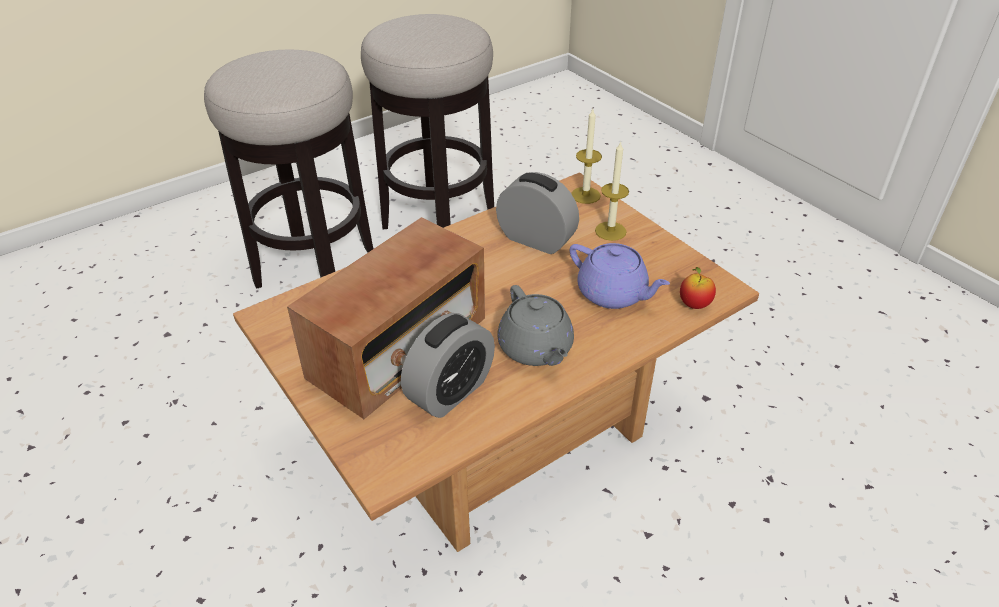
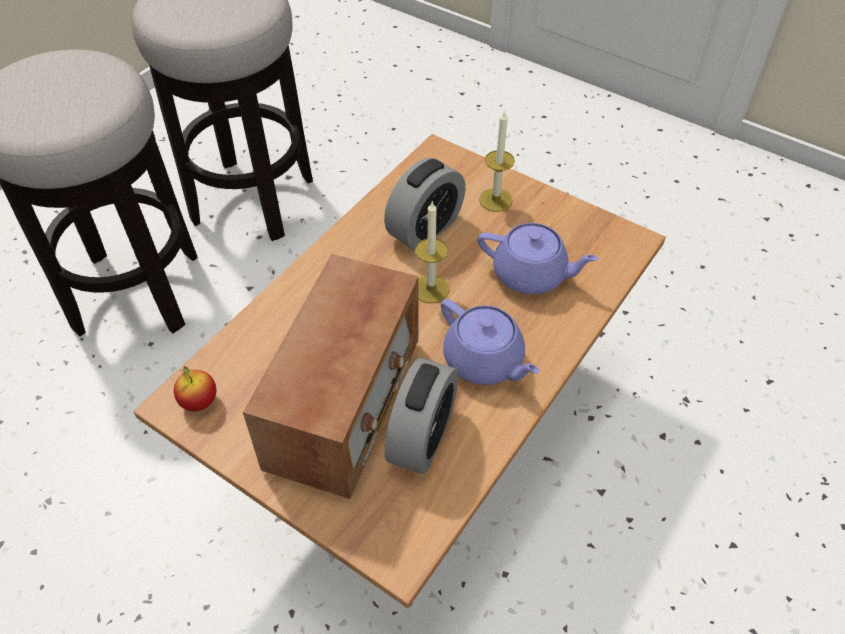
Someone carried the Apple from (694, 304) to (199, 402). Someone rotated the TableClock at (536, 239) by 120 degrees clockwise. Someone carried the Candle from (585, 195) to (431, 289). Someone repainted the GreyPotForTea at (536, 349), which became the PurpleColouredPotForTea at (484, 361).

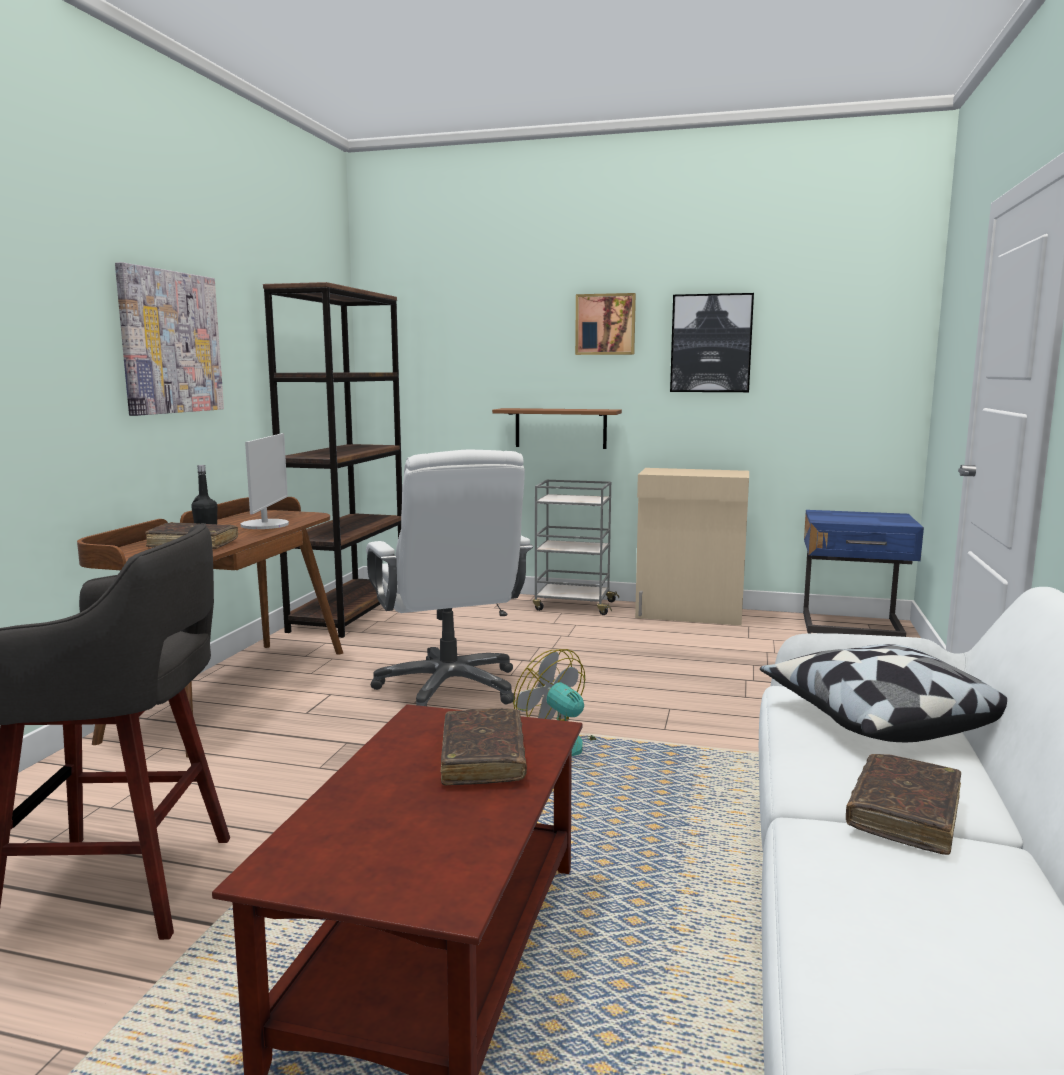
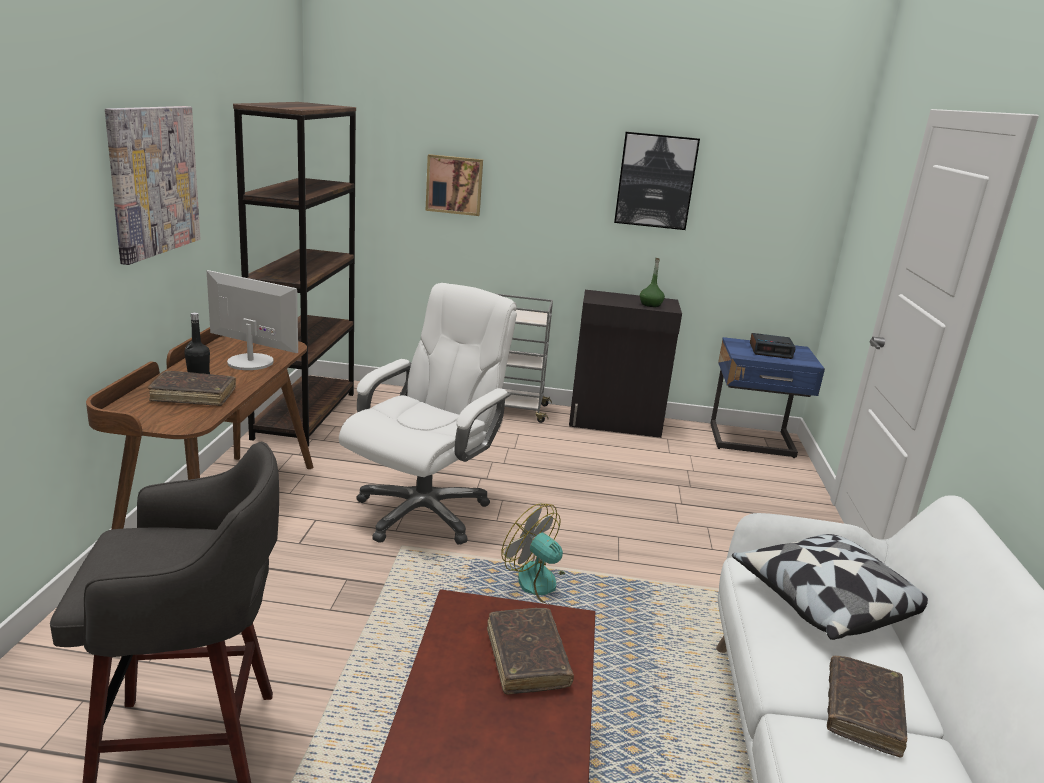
Someone rotated the ComputerScreen at (265, 525) by 60 degrees counterclockwise. Someone rotated the WhitishOfficeChair at (450, 688) by 120 degrees counterclockwise. Someone carried the WallPicture from (605, 324) to (454, 185). Someone repainted the BeigeCabinet at (690, 614), which became the BlackCabinet at (615, 423). Someone put down the GreenishBottle at (650, 304). Someone put down the TableClock at (771, 351). Someone took away the BrownishBracketShelf at (560, 428).

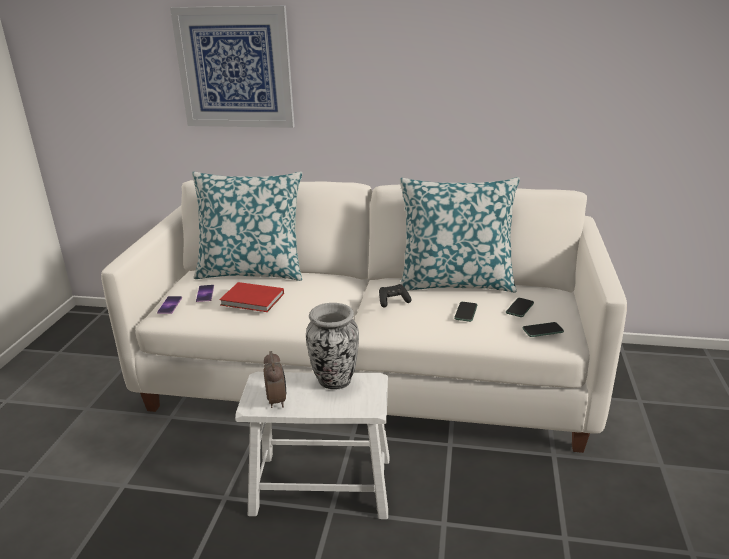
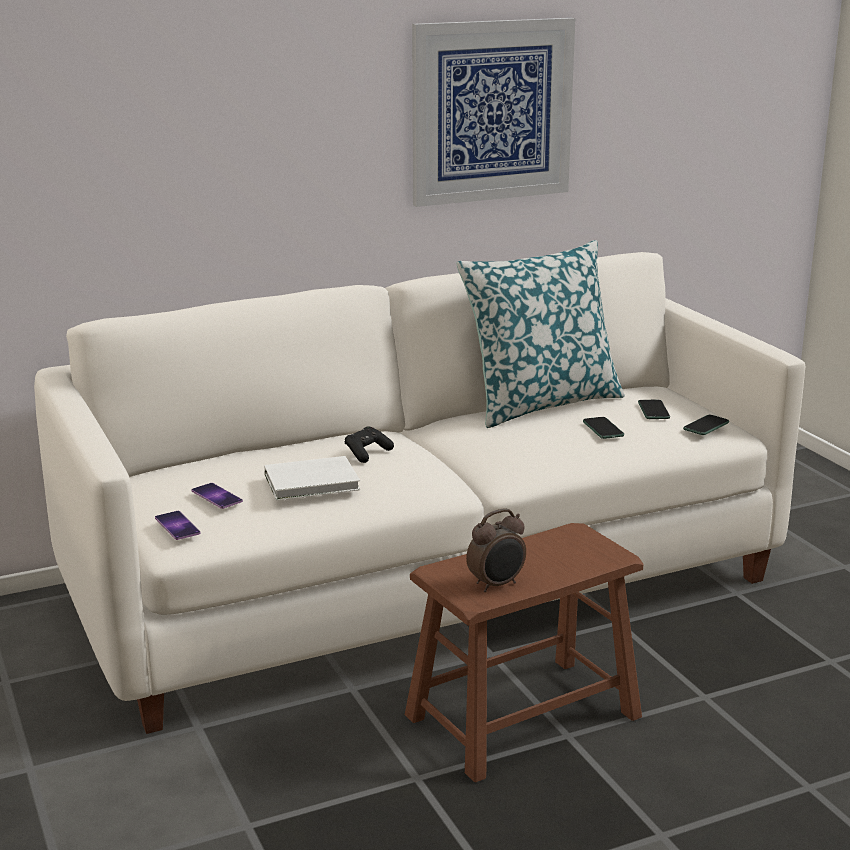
Someone repainted the ReddishBook at (253, 300), which became the WhitishBook at (314, 482). Someone carried the BlackGameController from (393, 301) to (367, 453). Someone repainted the WhitishStoolSeat at (322, 484), which became the BrownishStoolSeat at (522, 716). Someone carried the WallPicture from (235, 68) to (491, 111). Someone rotated the TableClock at (277, 400) by 105 degrees clockwise. Someone took away the Cushion at (252, 271). Someone took away the FlowerVase at (334, 382).

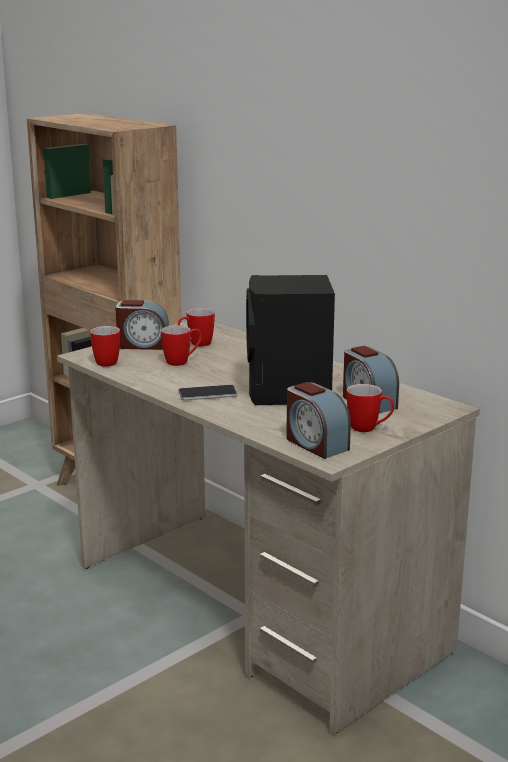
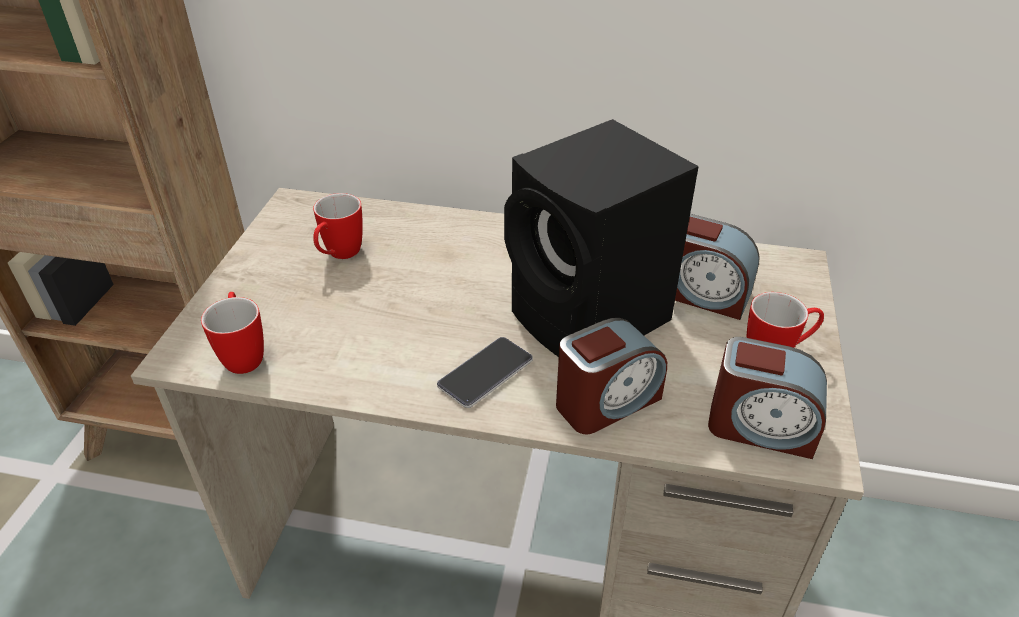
Someone carried the TableClock from (143, 345) to (607, 402). Someone took away the Mug at (182, 361).

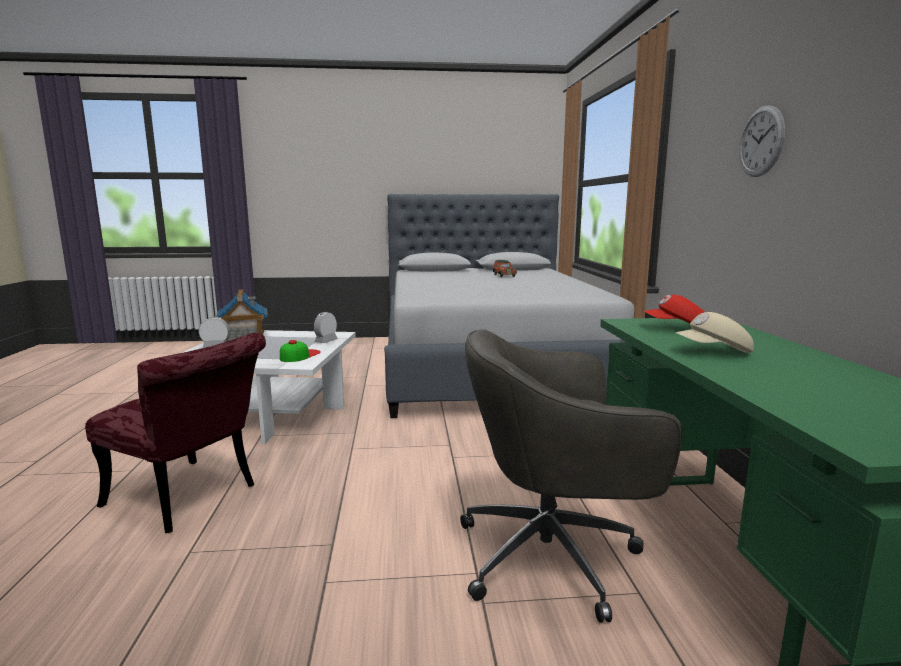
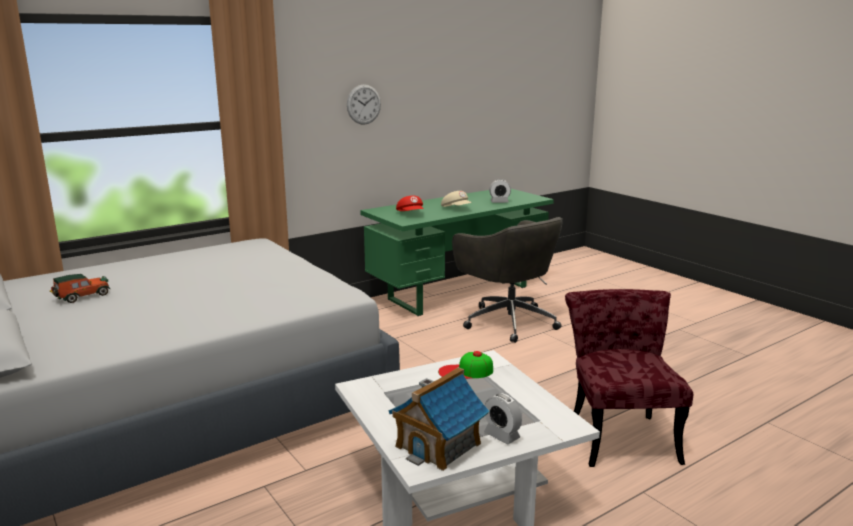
Someone carried the TableClock from (326, 341) to (499, 202).

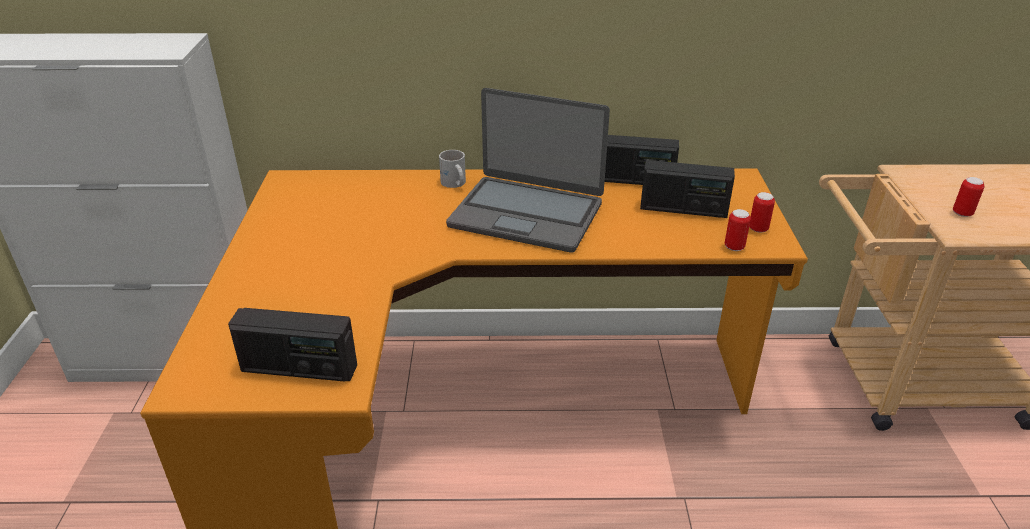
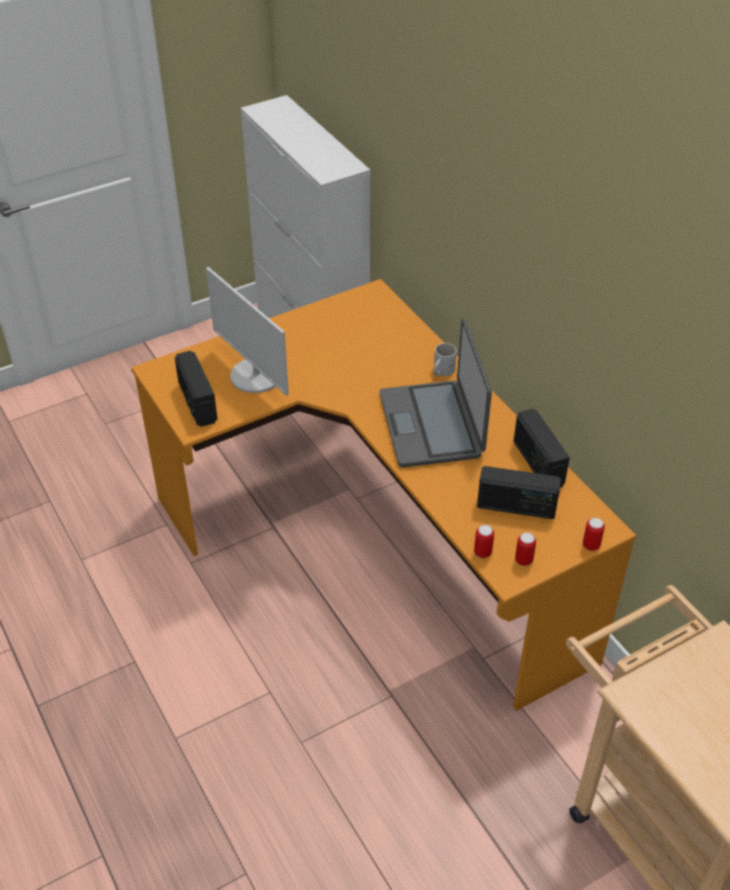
Someone put down the ComputerScreen at (256, 376). Someone rotated the RadioReceiver at (683, 209) by 60 degrees counterclockwise. Someone carried the Can from (962, 213) to (591, 545).

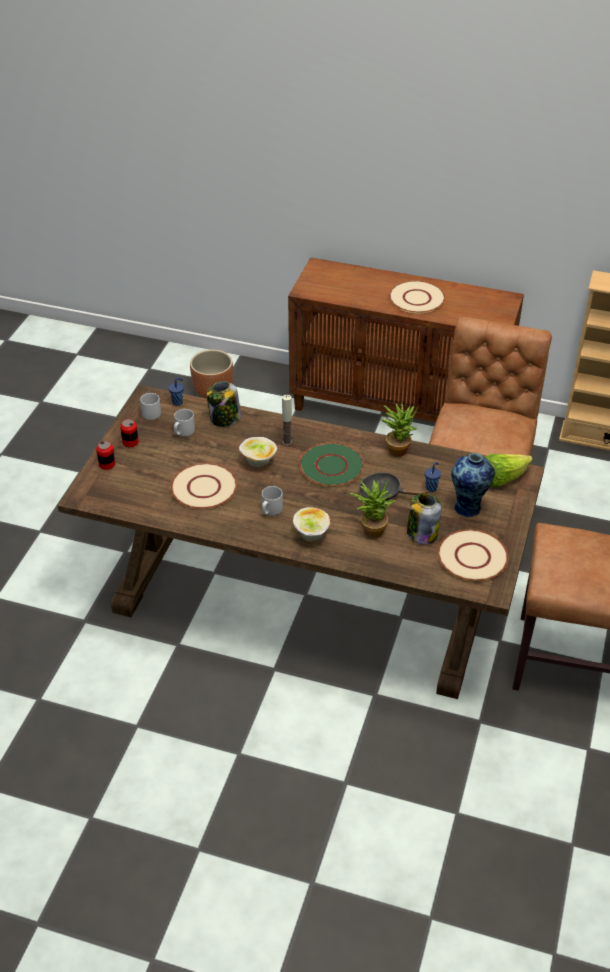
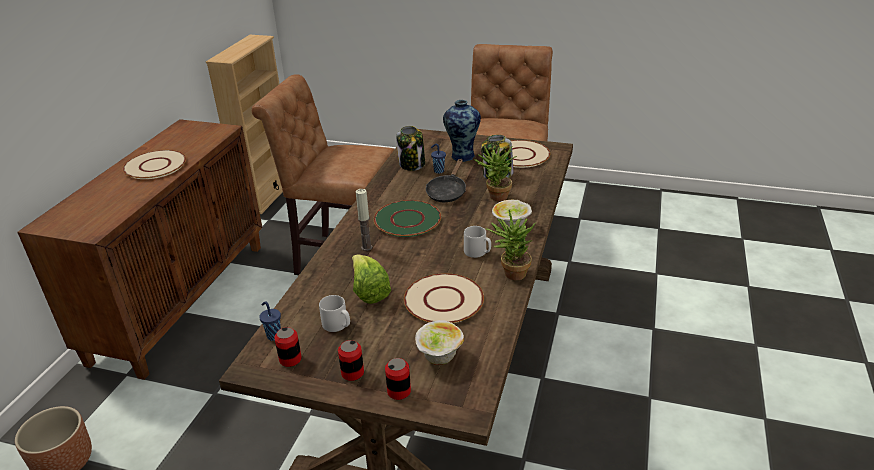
Someone swapped the GreyMug at (151, 413) for the Can at (290, 359). Someone carried the Lettuce from (502, 478) to (369, 292). Someone carried the Jar from (224, 419) to (412, 164). Someone carried the DeepDish from (258, 462) to (439, 358). Someone carried the PlantInAPot from (398, 448) to (510, 273).

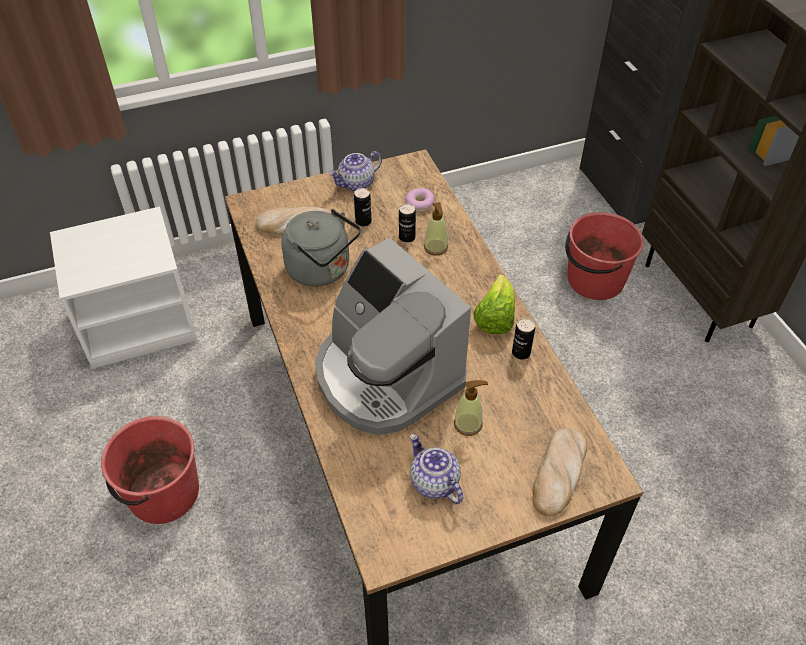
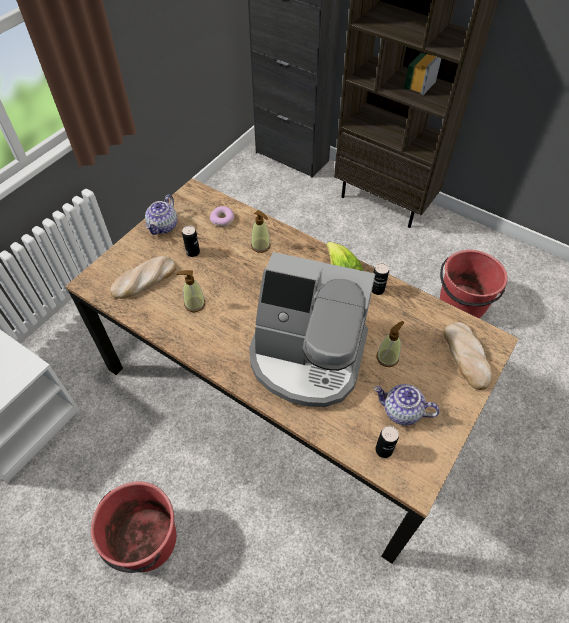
Someone swapped the GreyKettle at (322, 270) for the LiquidSoapBottle at (194, 304). Someone carried the Can from (407, 237) to (383, 450). Someone carried the ReddishBucket from (594, 280) to (462, 304).

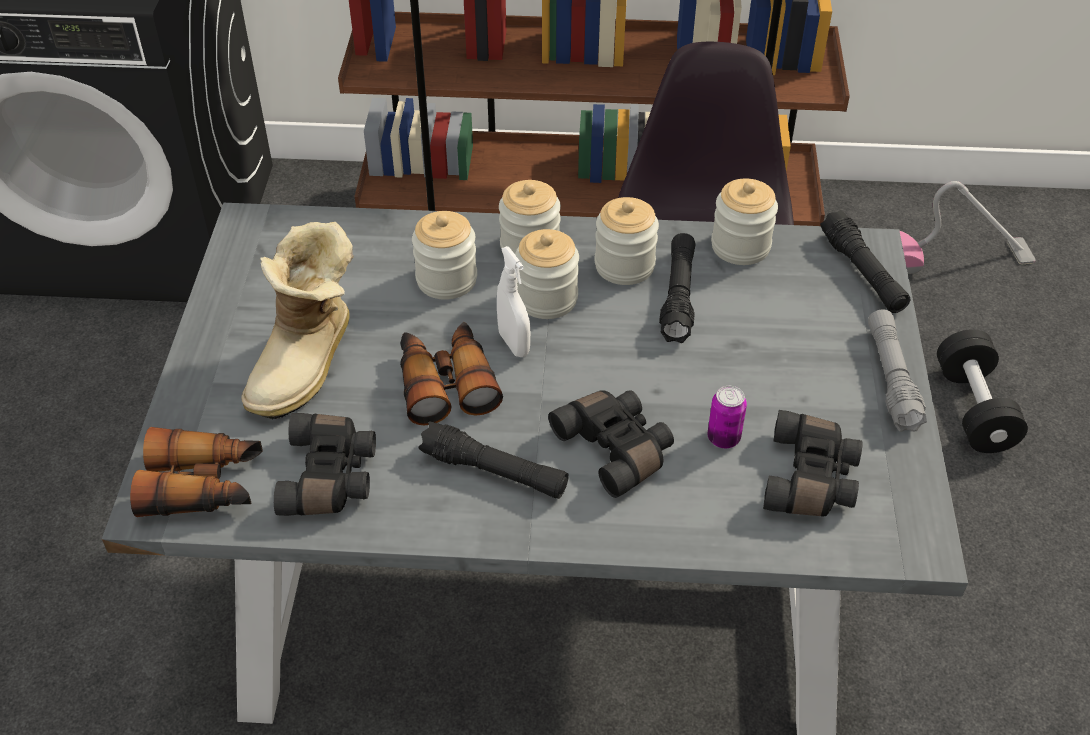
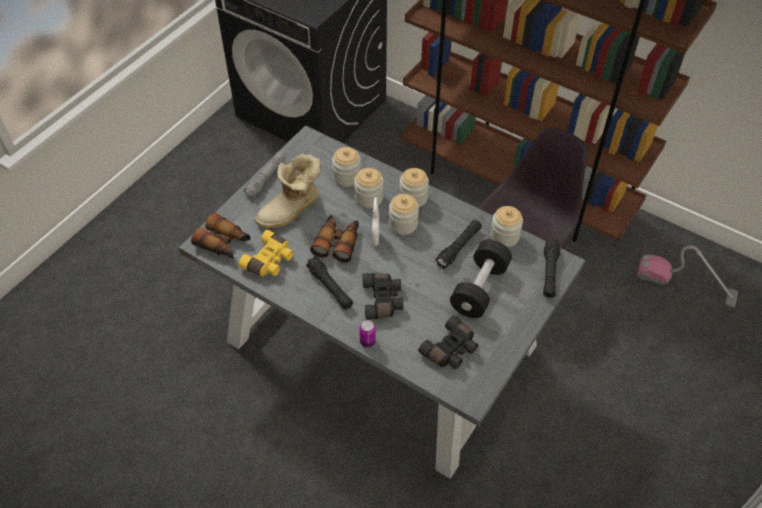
Someone repainted the BlackBinoculars at (331, 477), which became the YellowColouredBinoculars at (269, 261). Someone carried the GreyHandTorch from (891, 378) to (266, 178). Someone carried the Jar from (624, 265) to (347, 177). Someone carried the Can from (723, 438) to (367, 341). Someone carried the BlackFreeWeight from (973, 409) to (479, 288).

